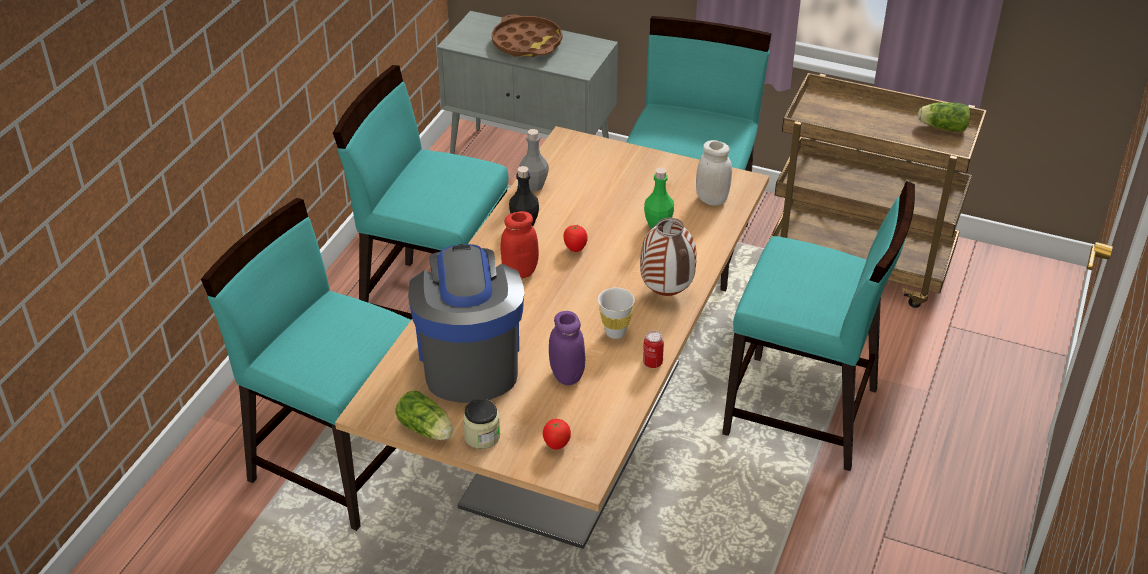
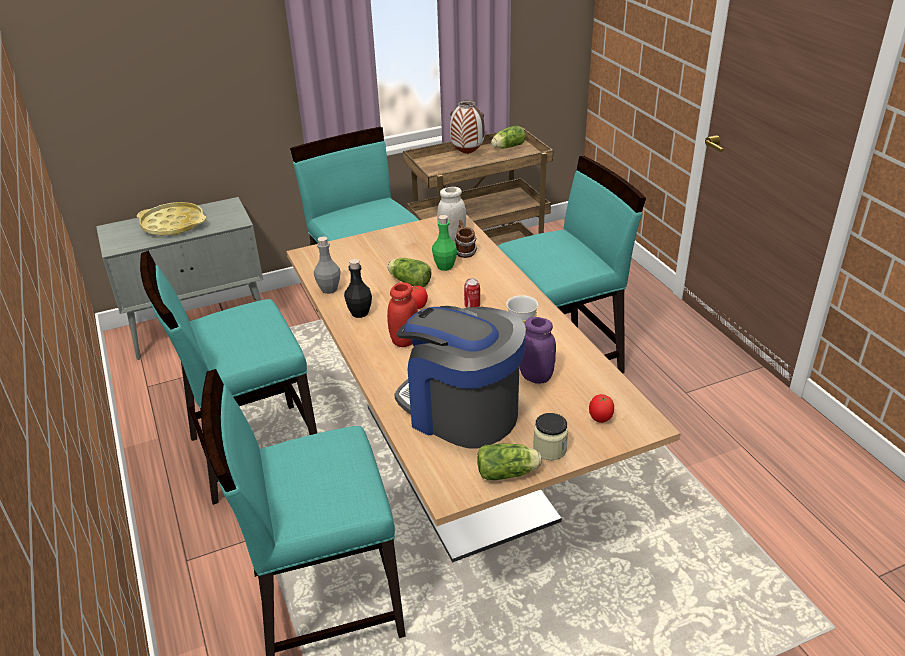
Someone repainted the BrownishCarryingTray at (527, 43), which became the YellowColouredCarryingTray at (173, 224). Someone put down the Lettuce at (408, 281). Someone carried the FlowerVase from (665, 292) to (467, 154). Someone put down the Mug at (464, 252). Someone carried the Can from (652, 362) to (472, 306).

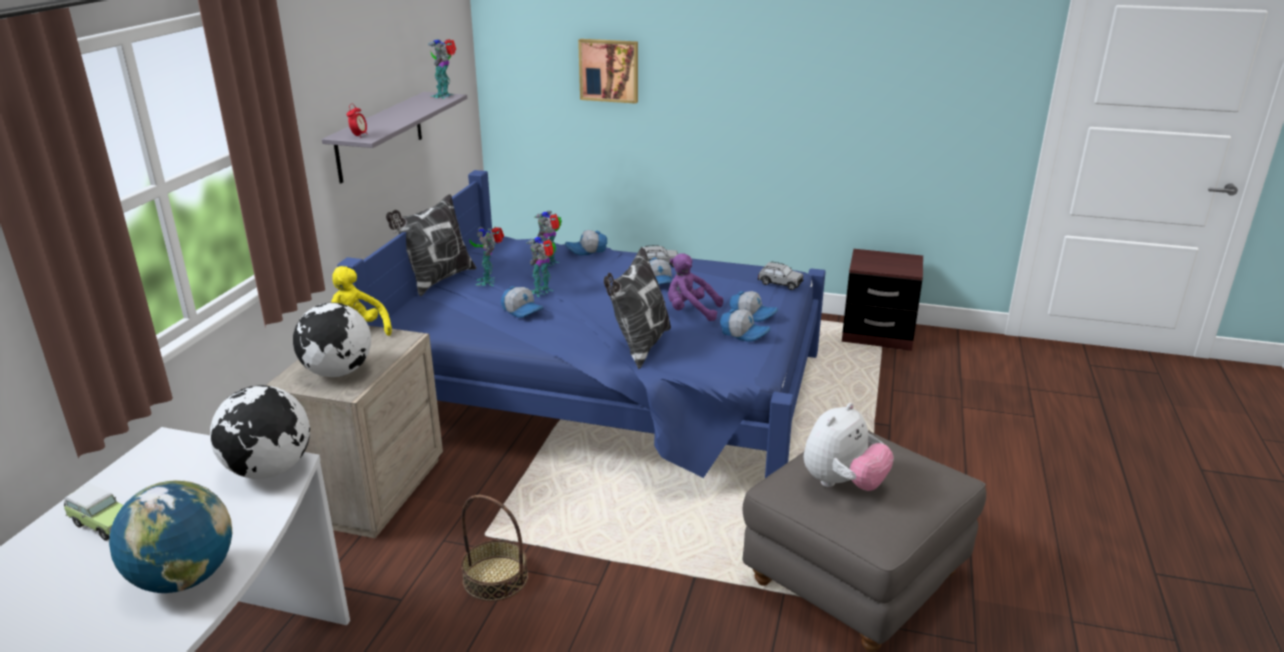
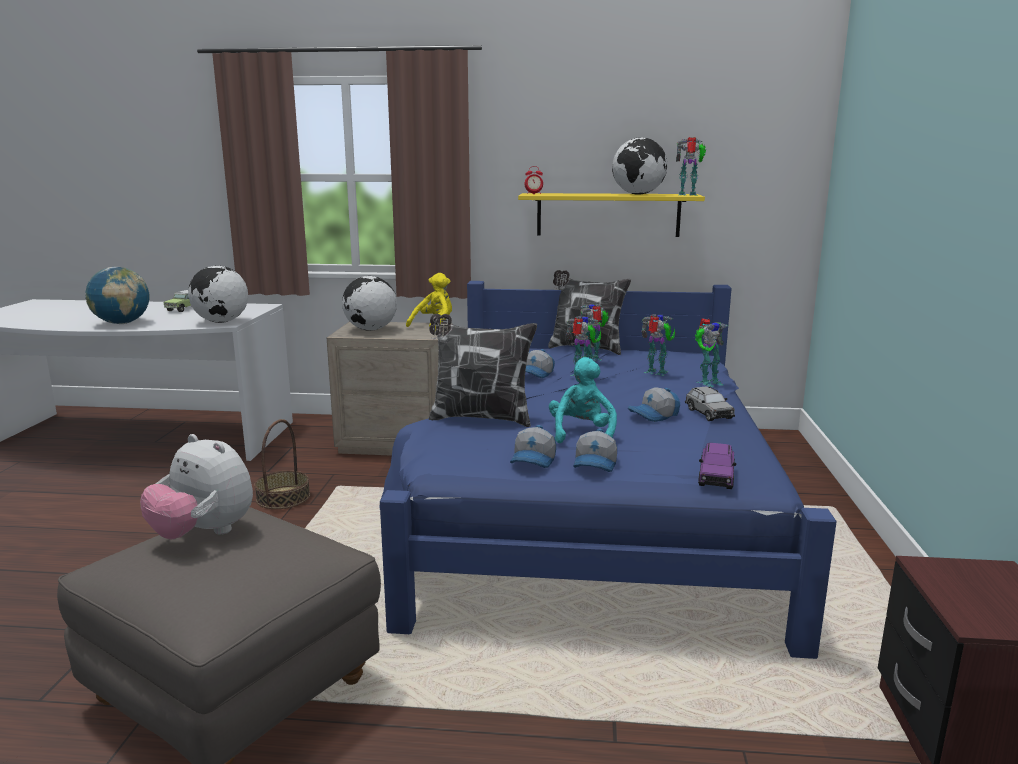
Someone repainted the GreyBracketShelf at (380, 136), which became the YellowColouredBracketShelf at (608, 215). Someone repainted the PurpleColouredSoftToy at (690, 312), which became the TurquoiseSoftToy at (581, 434). Someone put down the DeskGlobe at (638, 194). Someone swapped the PeakedCap at (587, 250) for the ToyRobot at (707, 382). Someone repainted the GreyModelCar at (780, 283), which became the PurpleColouredModelCar at (716, 477). Someone took away the WallPicture at (609, 70).

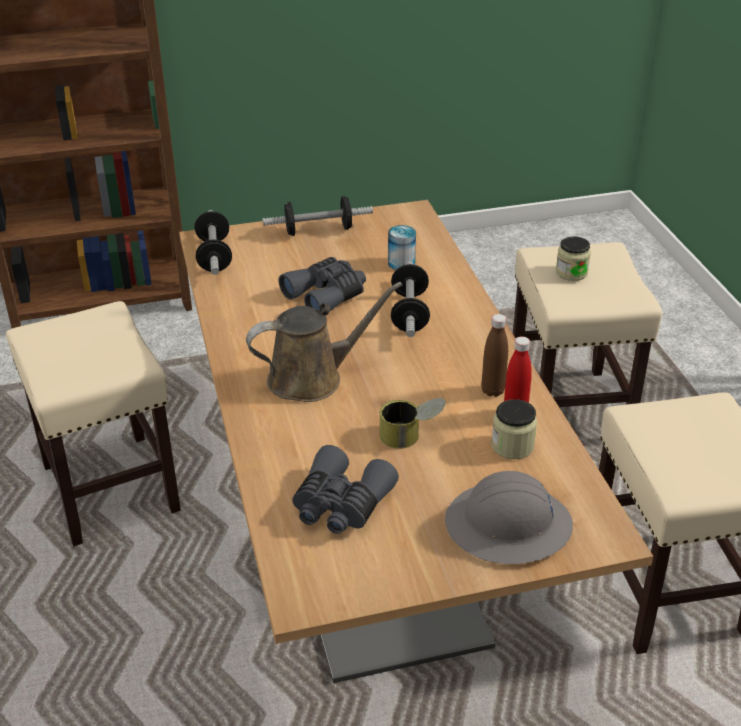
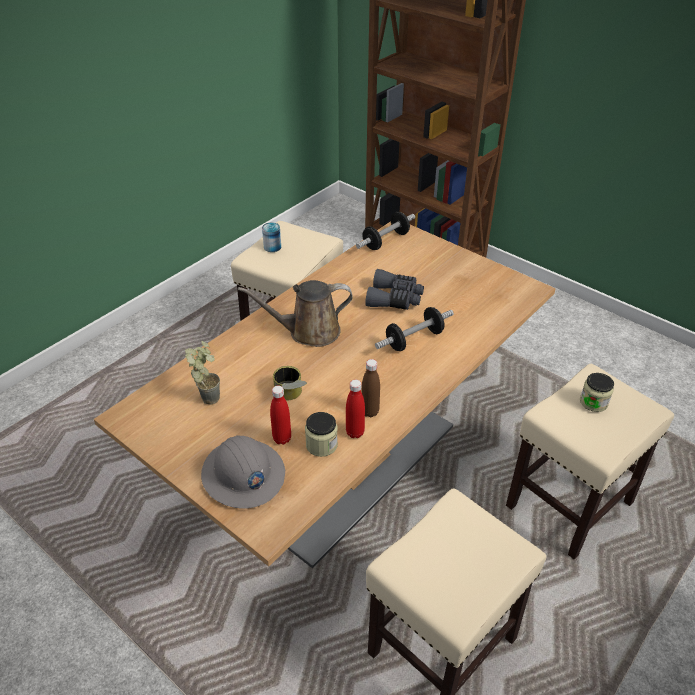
Someone swapped the GreyBinoculars at (340, 504) for the PlantInAPot at (208, 395). Someone rotated the BrownishWateringCan at (312, 378) by 135 degrees clockwise. Someone carried the Can from (401, 263) to (272, 247). Someone put down the ReddishBottle at (282, 438). Someone took away the FreeWeight at (318, 230).

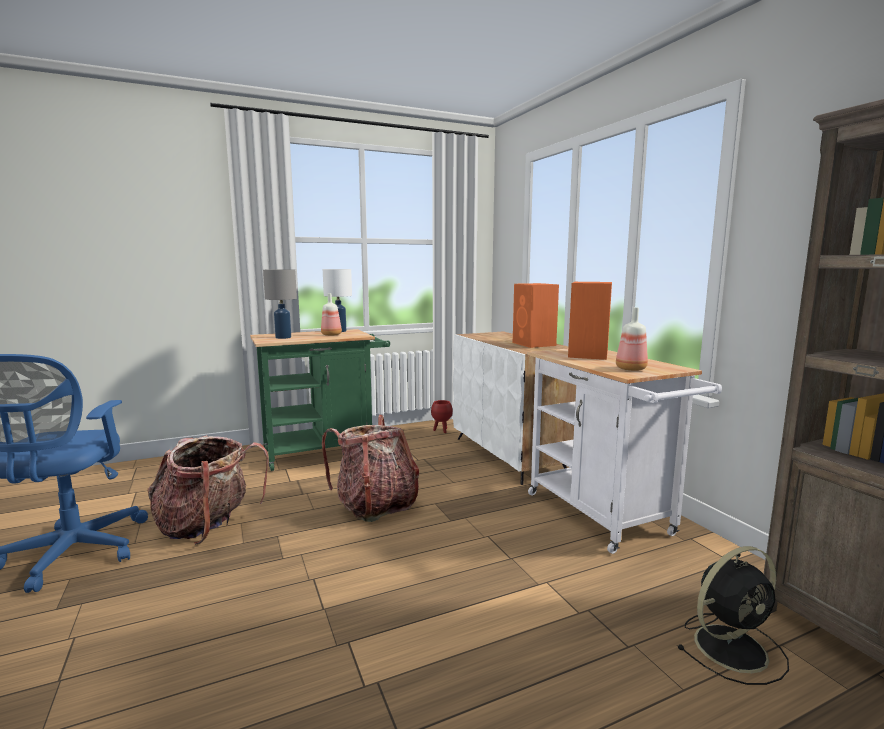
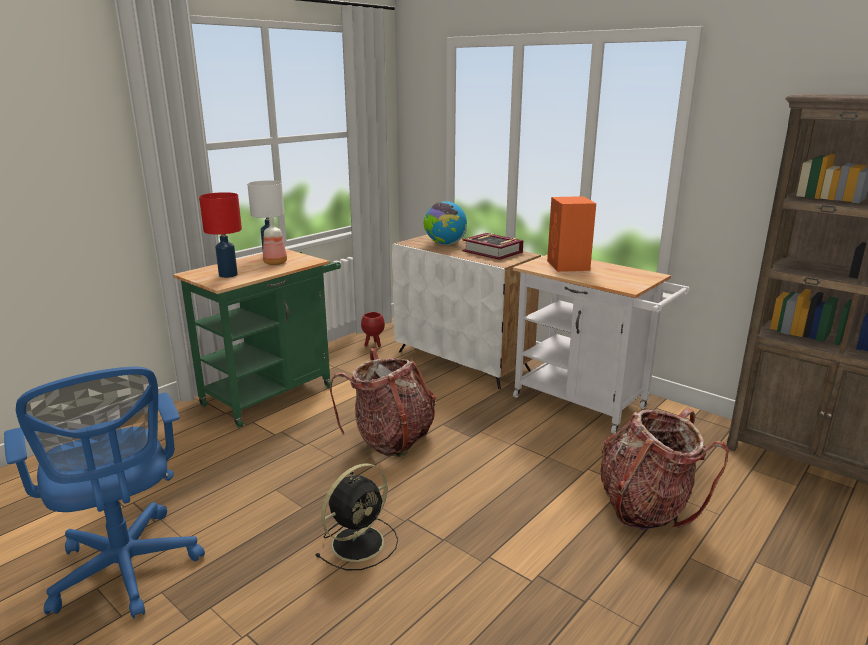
Someone repainted the GreyLampForATable at (283, 337), which became the ReddishLampForATable at (227, 275). Someone carried the BlackCoolingFan from (732, 647) to (359, 542). Someone put down the DeskGlobe at (445, 244). Someone swapped the OrangeColouredLoudspeaker at (534, 344) for the Book at (492, 252). Someone carried the Rucksack from (208, 526) to (646, 507). Someone took away the Bottle at (629, 369).

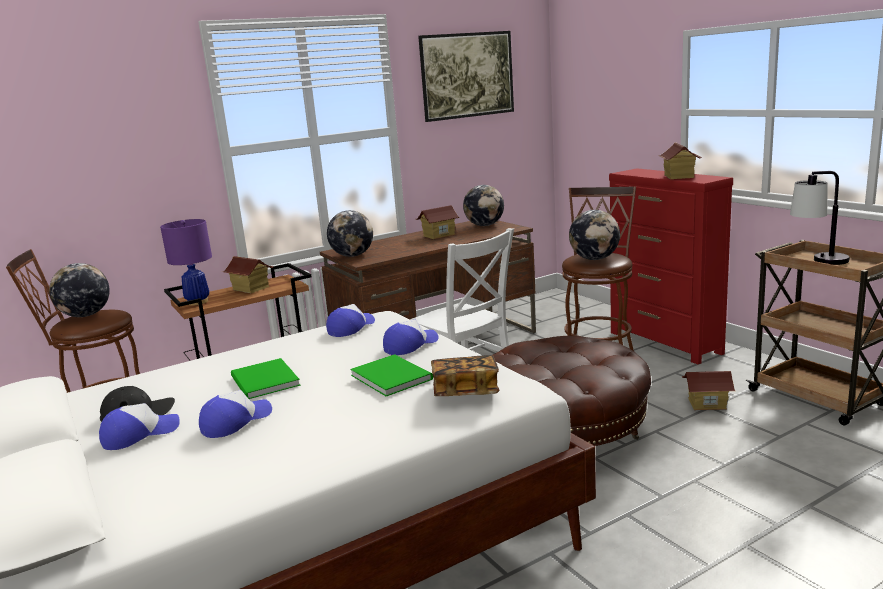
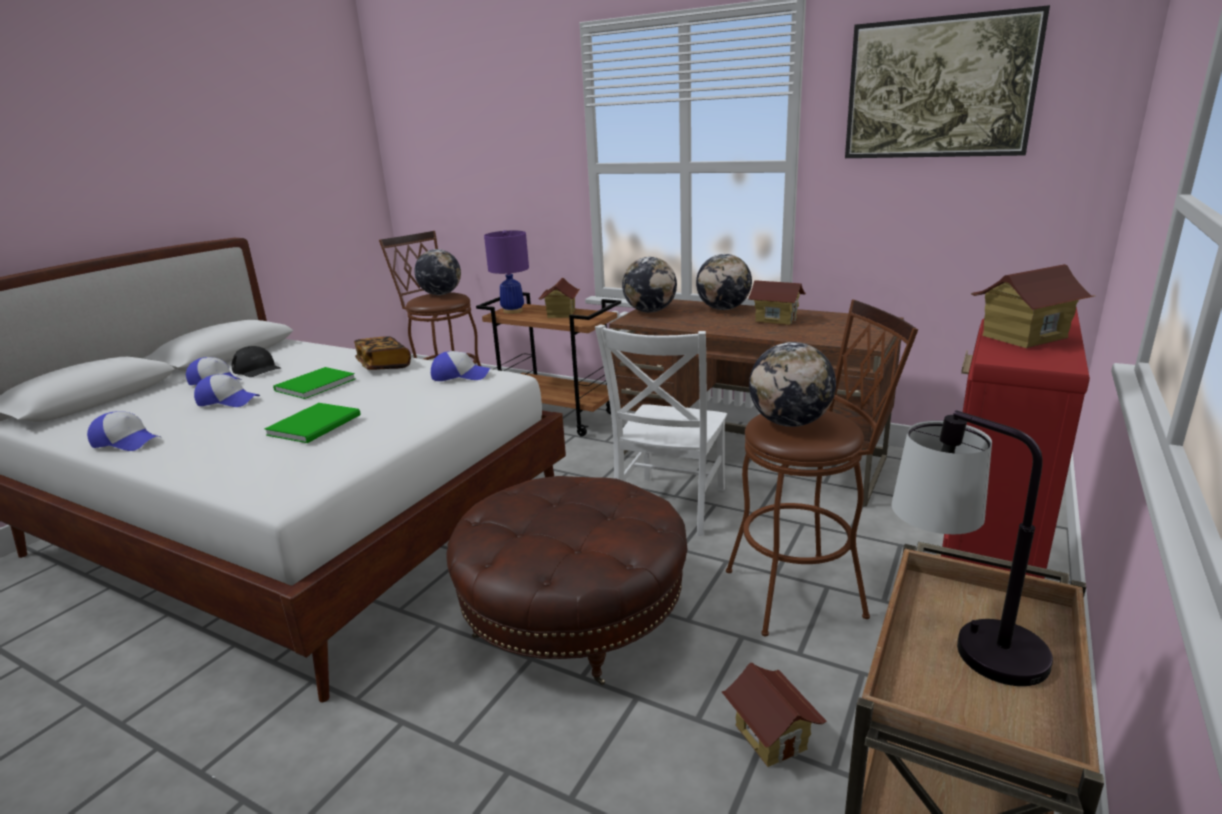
Someone carried the PeakedCap from (410, 345) to (127, 441). Someone carried the Book from (465, 391) to (384, 365). Someone carried the DeskGlobe from (484, 225) to (723, 309).

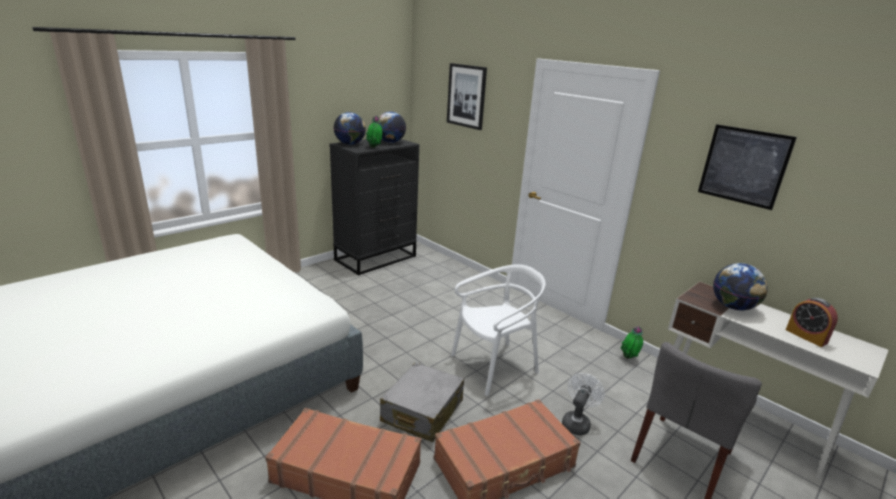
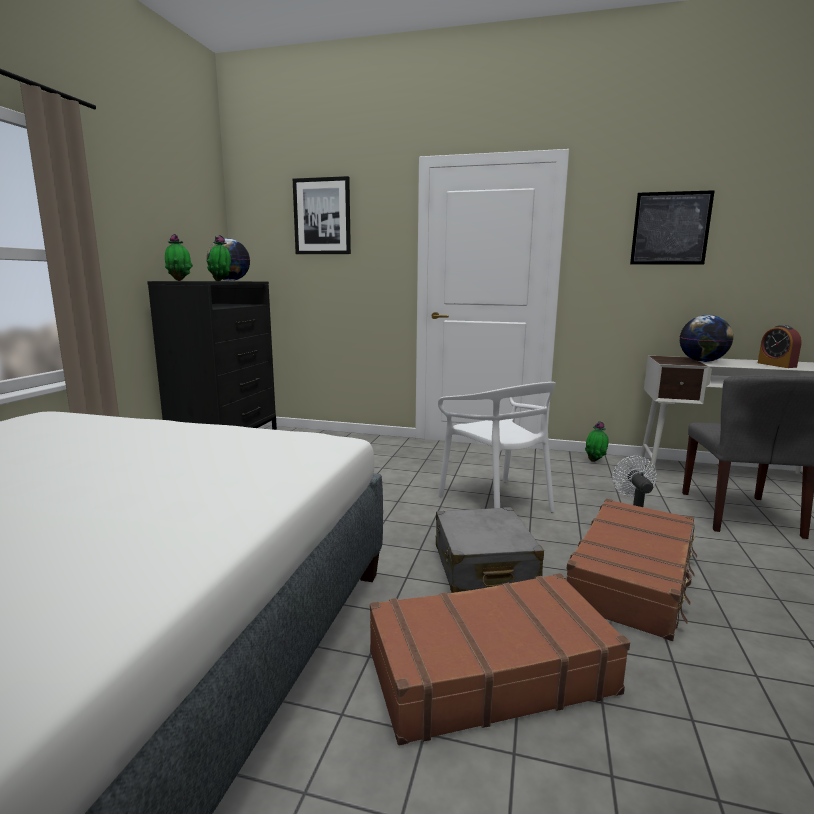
Someone swapped the DeskGlobe at (350, 144) for the PlantInAPot at (180, 280). Someone rotated the WhitishUprightChair at (494, 366) by 120 degrees clockwise. Someone rotated the TableClock at (806, 336) by 45 degrees clockwise.

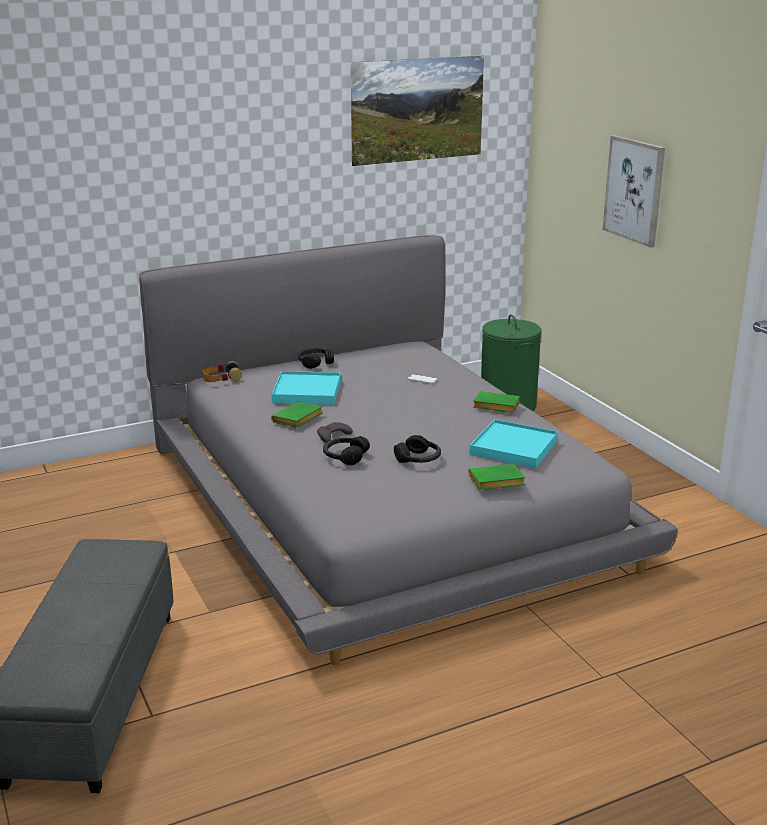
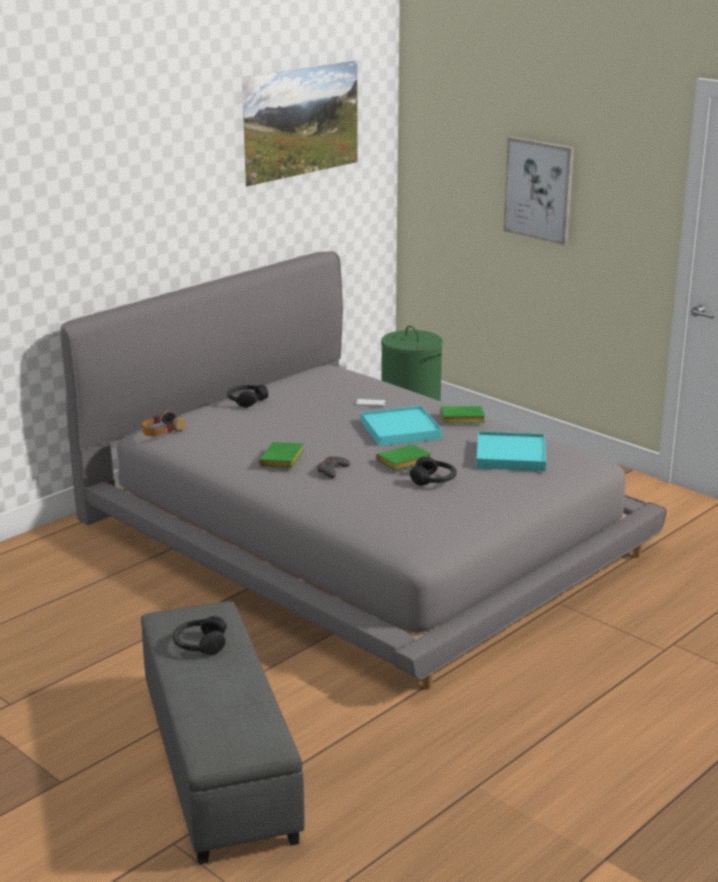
Someone carried the BlackHeadphones from (345, 457) to (200, 644). Someone carried the TurquoiseCarryingTray from (306, 392) to (400, 430). Someone carried the GreenishBook from (495, 482) to (403, 463).

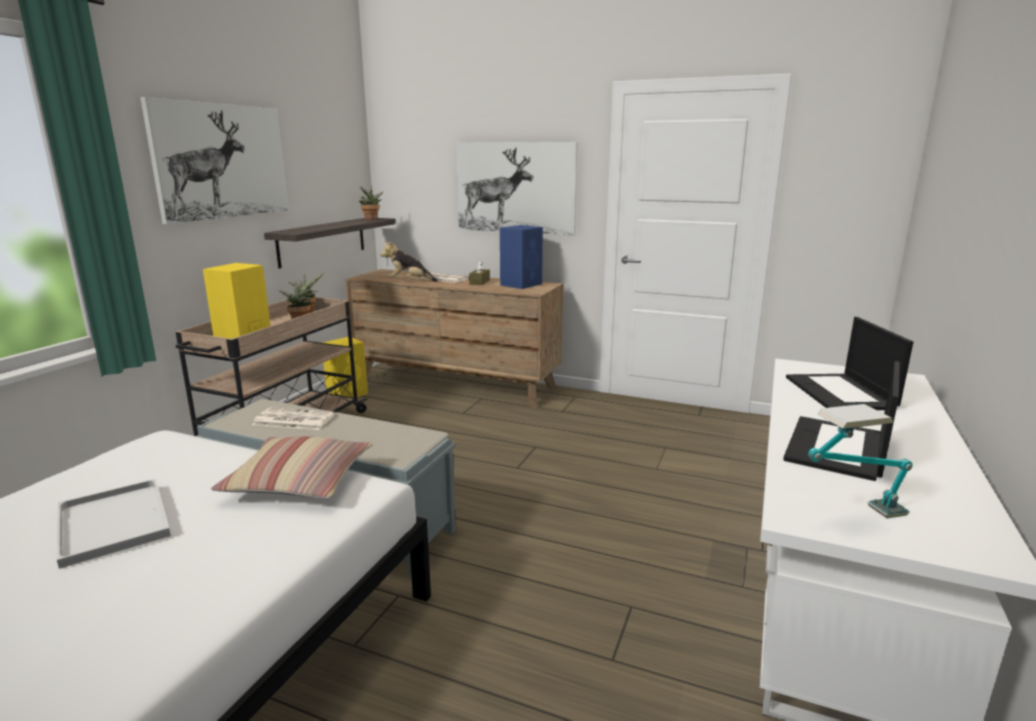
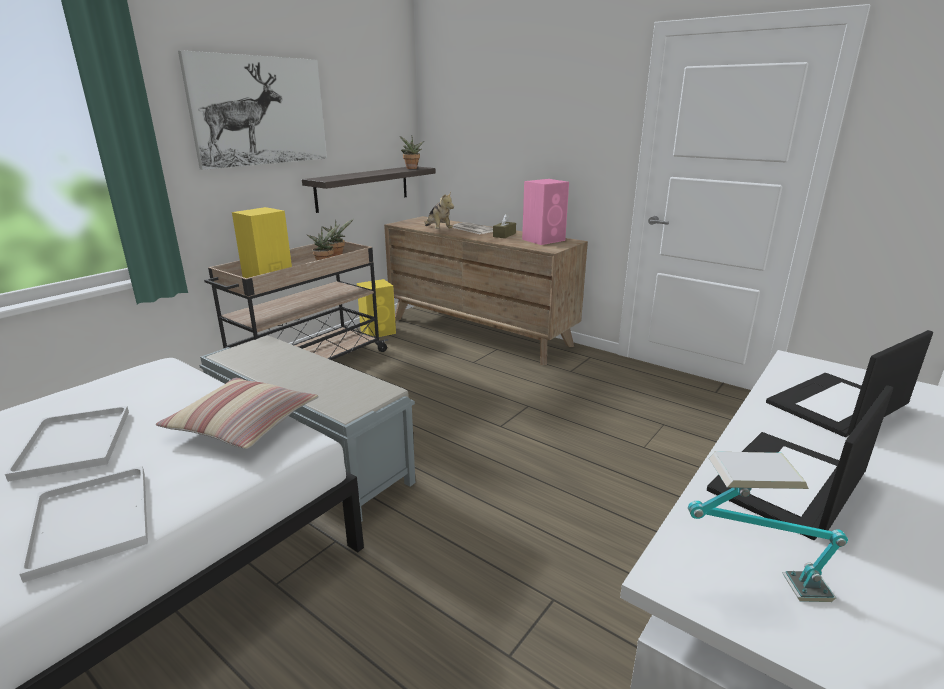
Someone put down the WhitishCarryingTray at (93, 522). Someone rotated the SoftToy at (409, 281) by 135 degrees counterclockwise. Someone repainted the BlueColouredLoudspeaker at (521, 284), which became the PinkColouredLoudspeaker at (544, 240). Someone rotated the NotebookComputer at (841, 393) by 45 degrees clockwise. Someone took away the DailyPaper at (292, 420). Someone took away the WallPicture at (515, 188).

